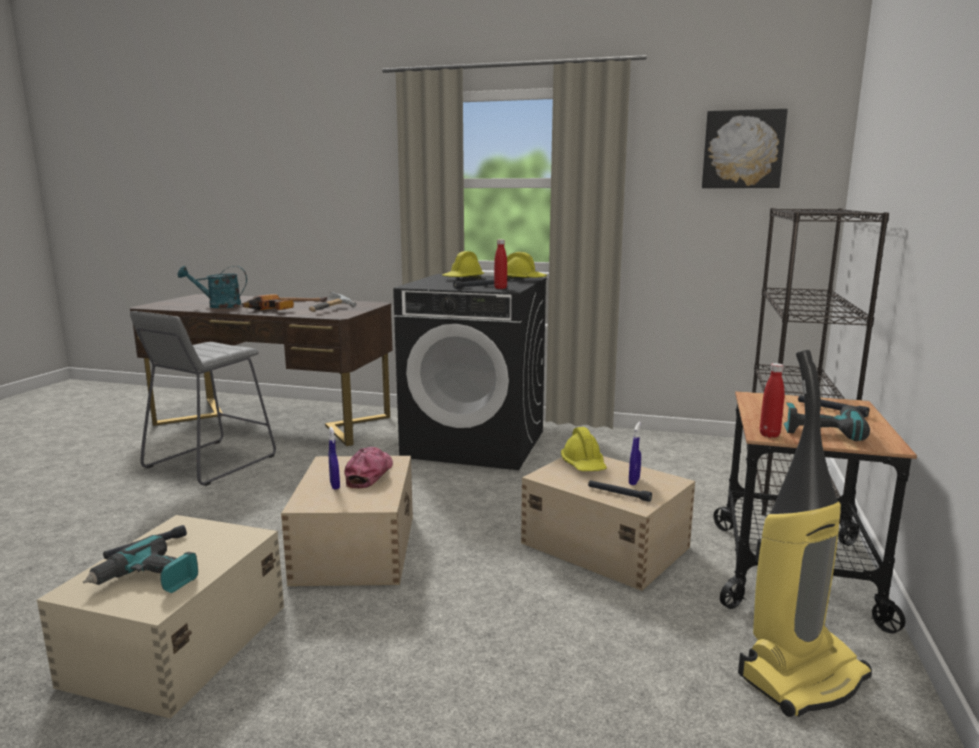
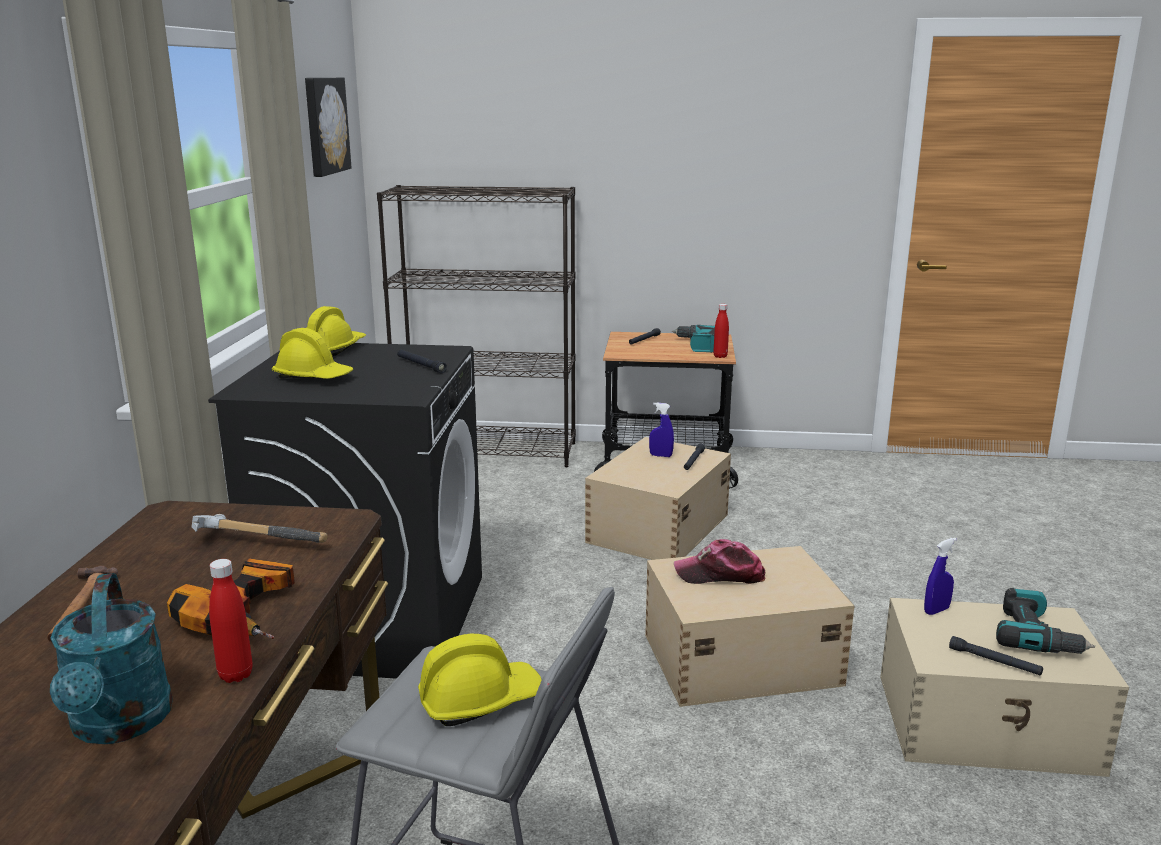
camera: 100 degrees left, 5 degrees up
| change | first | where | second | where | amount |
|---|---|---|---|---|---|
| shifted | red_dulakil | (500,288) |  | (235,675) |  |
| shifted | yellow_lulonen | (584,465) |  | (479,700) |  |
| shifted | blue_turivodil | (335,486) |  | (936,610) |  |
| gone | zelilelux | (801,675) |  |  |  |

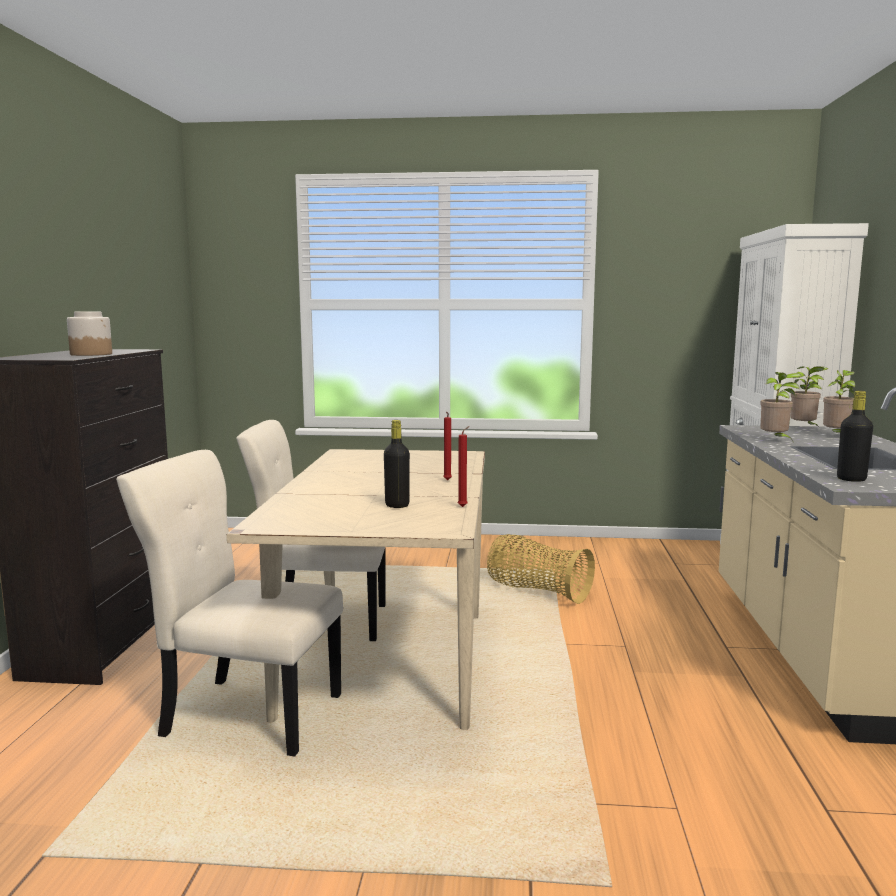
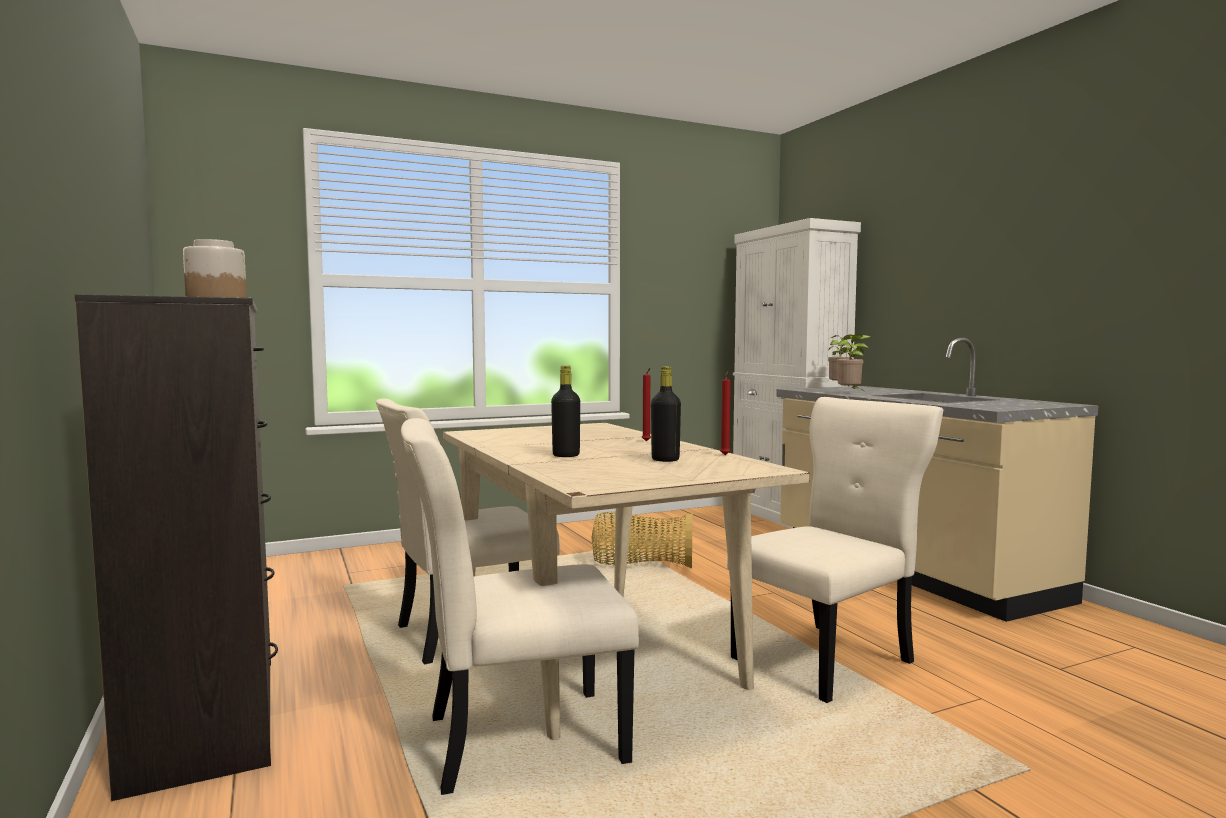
camera: 30 degrees left, 5 degrees down
| change | first | where | second | where | amount |
|---|---|---|---|---|---|
| shifted | black_dulakil | (851,479) |  | (566,455) |  |
| new |  |  | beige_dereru | (828,659) |  |
| gone | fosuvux | (836,436) |  |  |  |

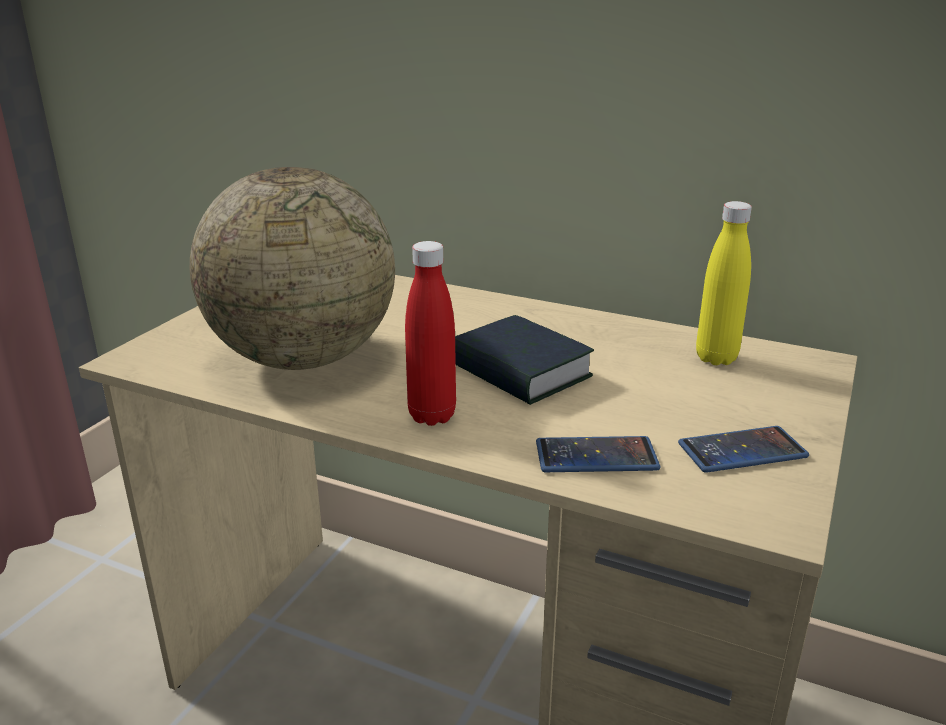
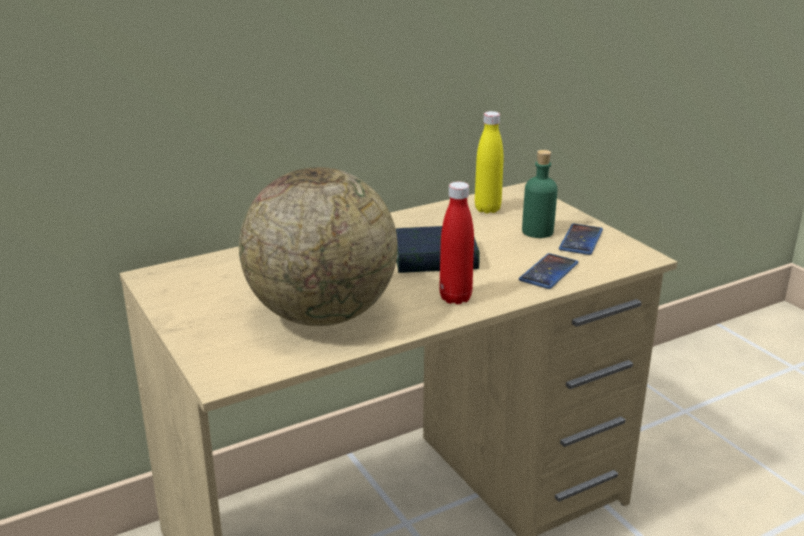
camera: 55 degrees left, 0 degrees up
| change | first | where | second | where | amount |
|---|---|---|---|---|---|
| new |  |  | green_dulakil | (537,231) |  |

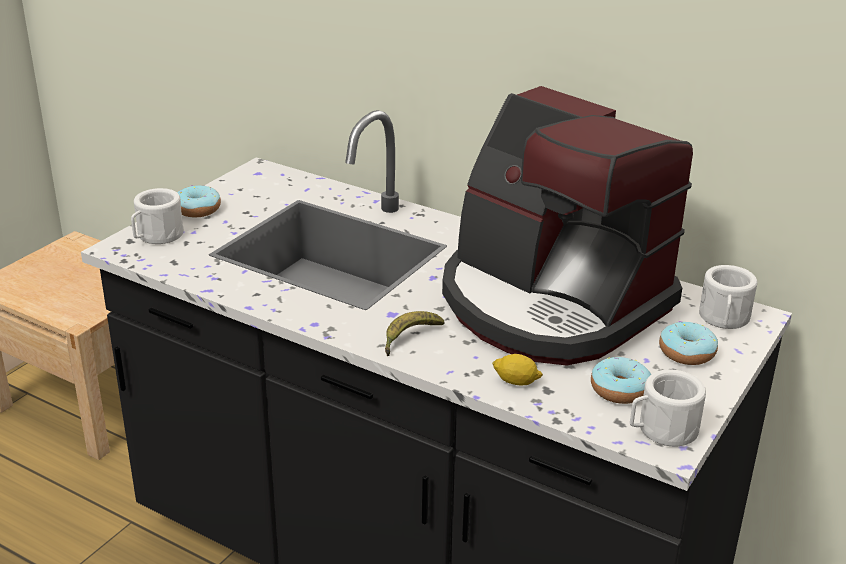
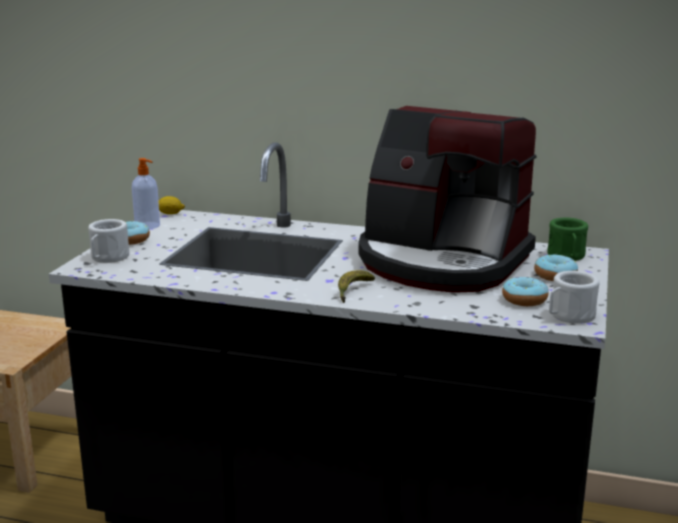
camera: 15 degrees left, 10 degrees down
| change | first | where | second | where | amount |
|---|---|---|---|---|---|
| new |  |  | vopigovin | (148,226) |  |
| shifted | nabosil | (516,382) |  | (170,213) |  |
| repainted | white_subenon | (724,319) | green_subenon | (567,256) |  |

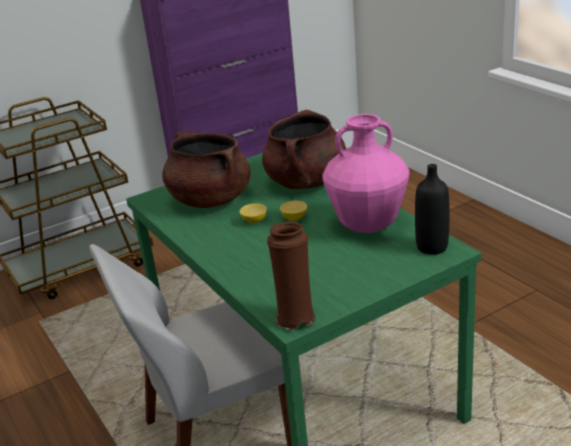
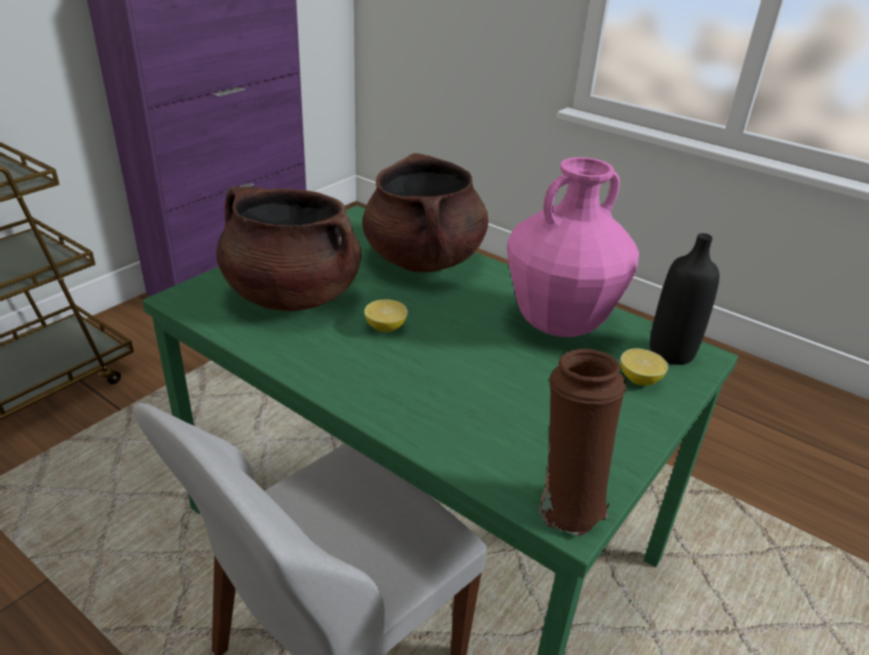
camera: 25 degrees left, 5 degrees up
| change | first | where | second | where | amount |
|---|---|---|---|---|---|
| shifted | nabosil | (294,218) |  | (639,379) |  |

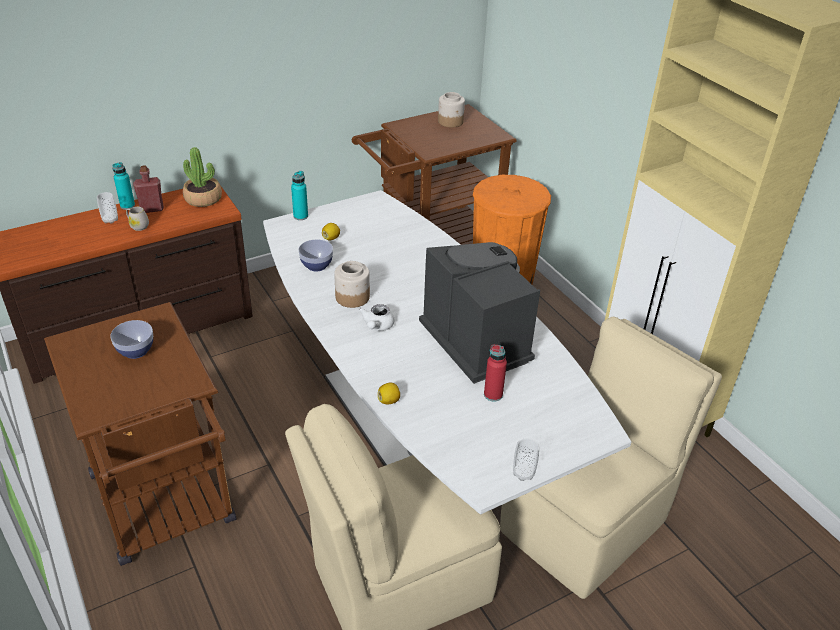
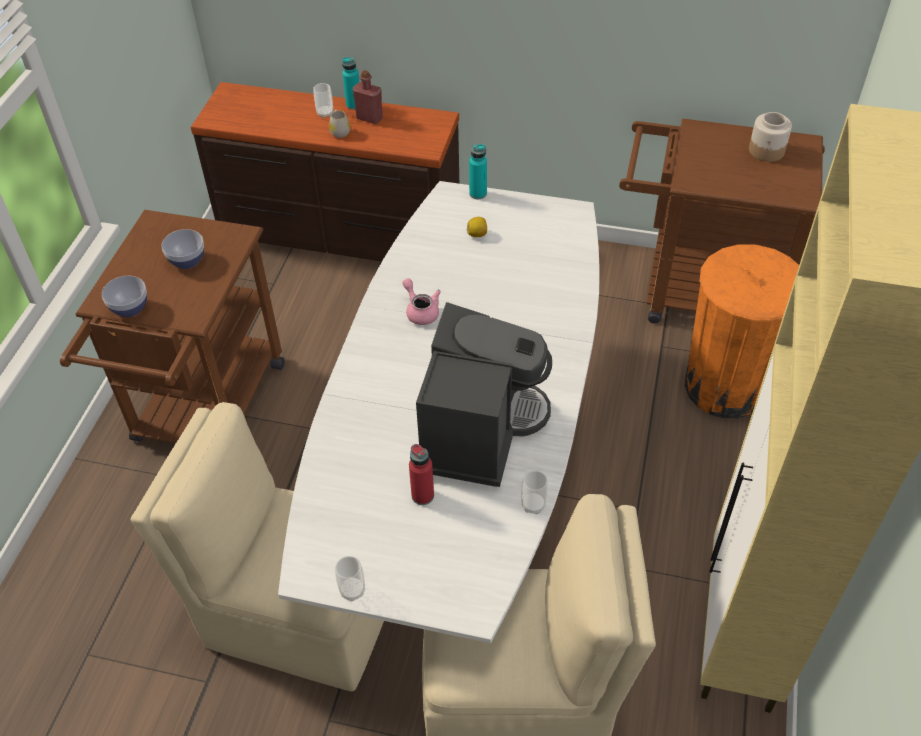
camera: 45 degrees right, 10 degrees up
| change | first | where | second | where | amount |
|---|---|---|---|---|---|
| shifted | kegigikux | (316,265) |  | (130,308) |  |
| swapped | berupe | (352,297) | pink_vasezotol | (421,311) |  |
| new |  |  | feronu | (533,505) |  |
| gone | fosuvux | (203,198) |  |  |  |
| gone | white_vasezotol | (377,326) |  |  |  |
| gone | nabosil | (389,400) |  |  |  |

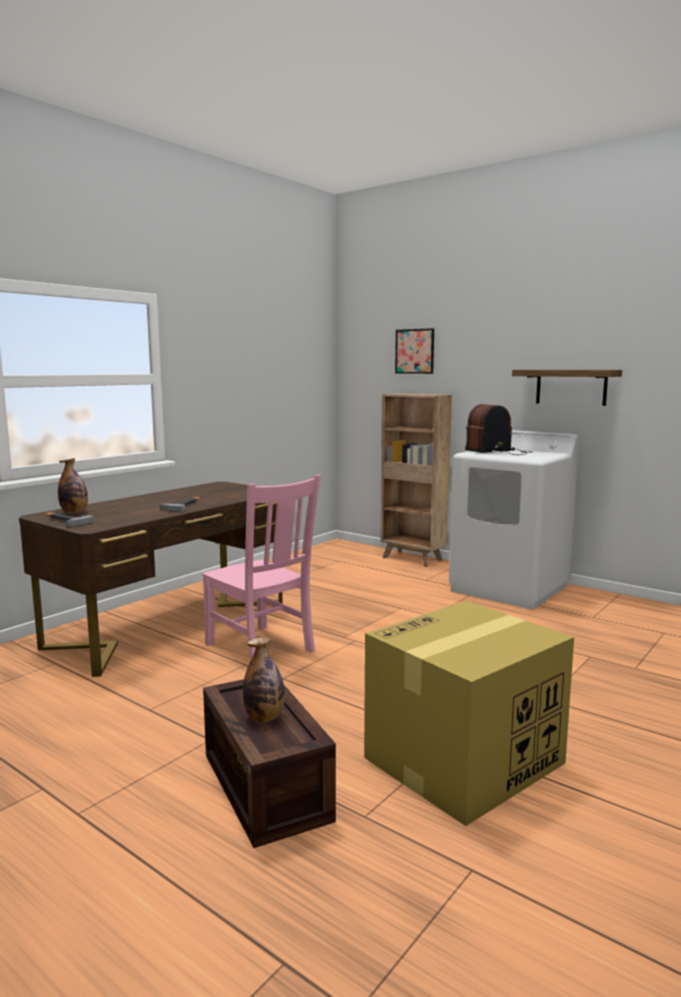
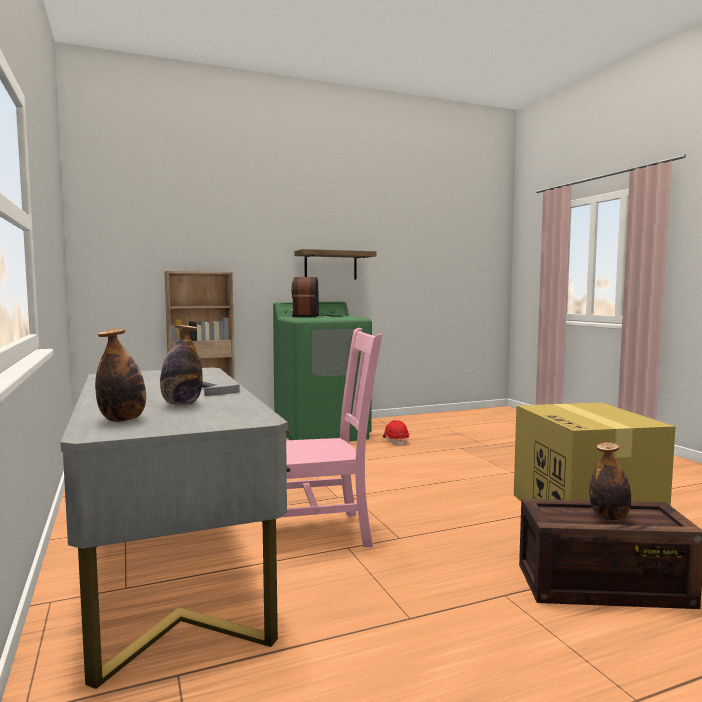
camera: 60 degrees left, 5 degrees down
| change | first | where | second | where | amount |
|---|---|---|---|---|---|
| repainted | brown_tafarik | (171,624) | grey_tafarik | (171,565) |  |
| new |  |  | dulakil | (181,404) |  |
| repainted | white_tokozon | (510,588) | green_tokozon | (322,433) |  |
| new |  |  | red_lulonen | (395,441) |  |
| gone | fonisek | (64,521) |  |  |  |
| gone | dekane | (414,351) |  |  |  |

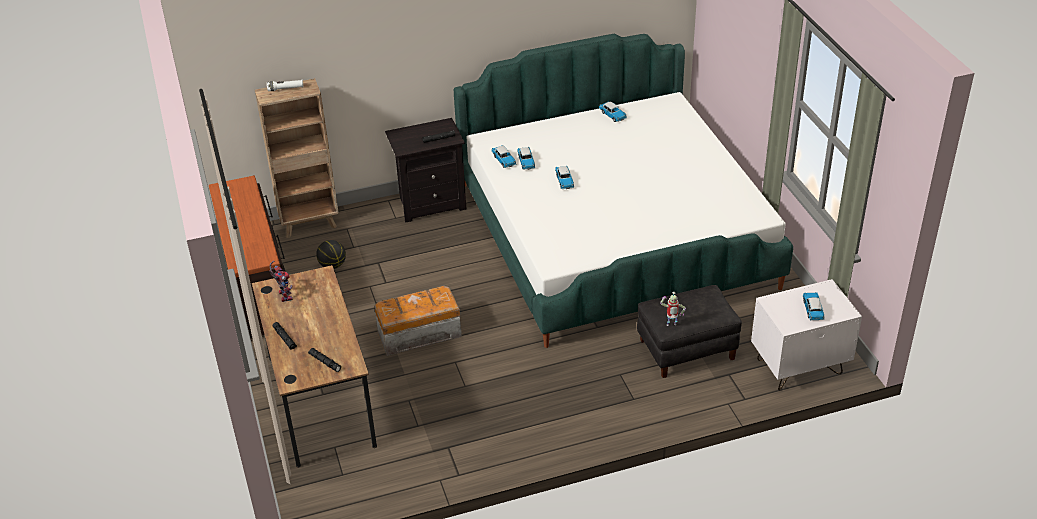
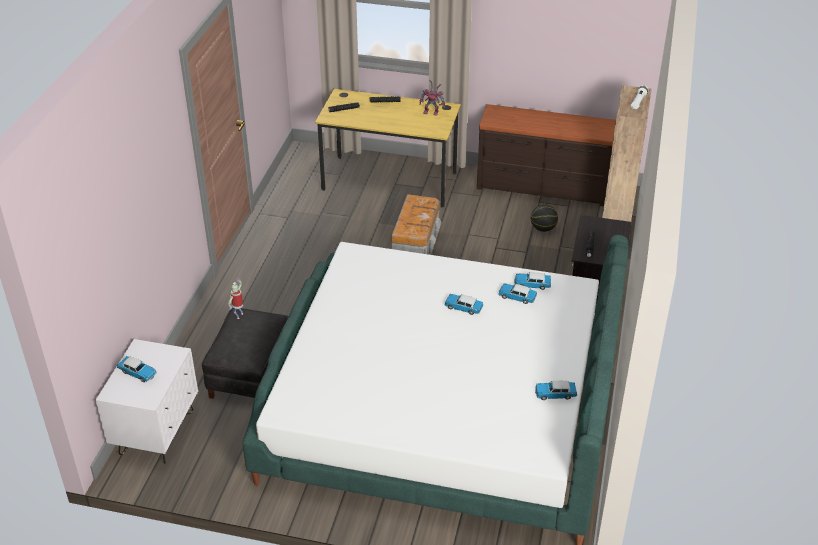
camera: 120 degrees right, 0 degrees up
| change | first | where | second | where | amount |
|---|---|---|---|---|---|
| repainted | brown_tafarik | (321,401) | yellow_tafarik | (389,181) |  |

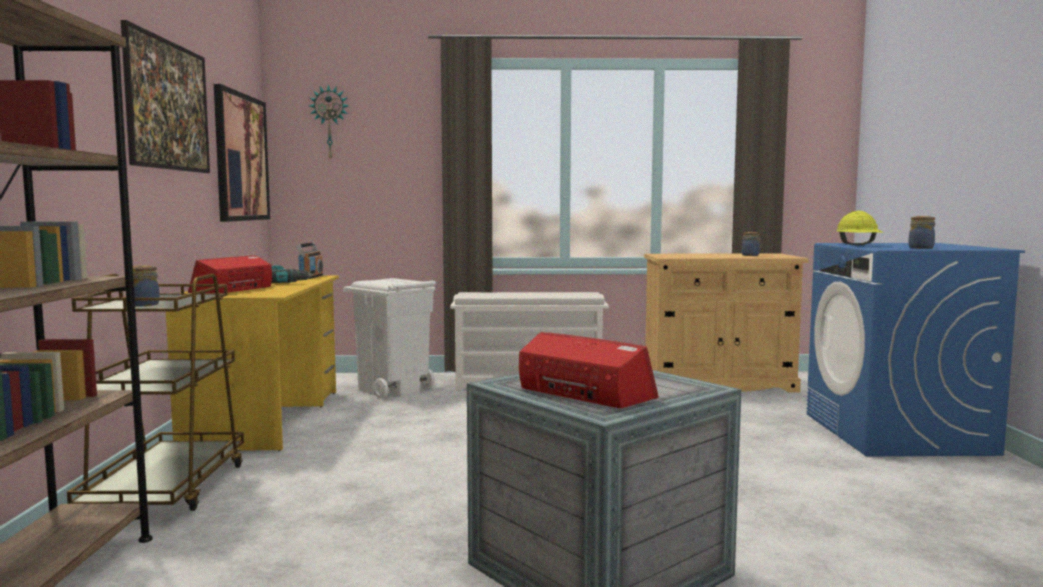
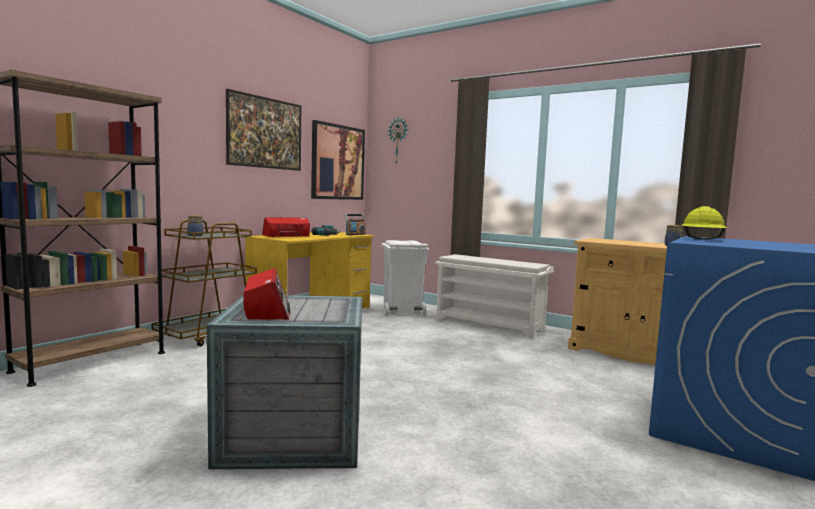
camera: 35 degrees right, 0 degrees up
| change | first | where | second | where | amount |
|---|---|---|---|---|---|
| gone | berupe | (920,248) |  |  |  |

